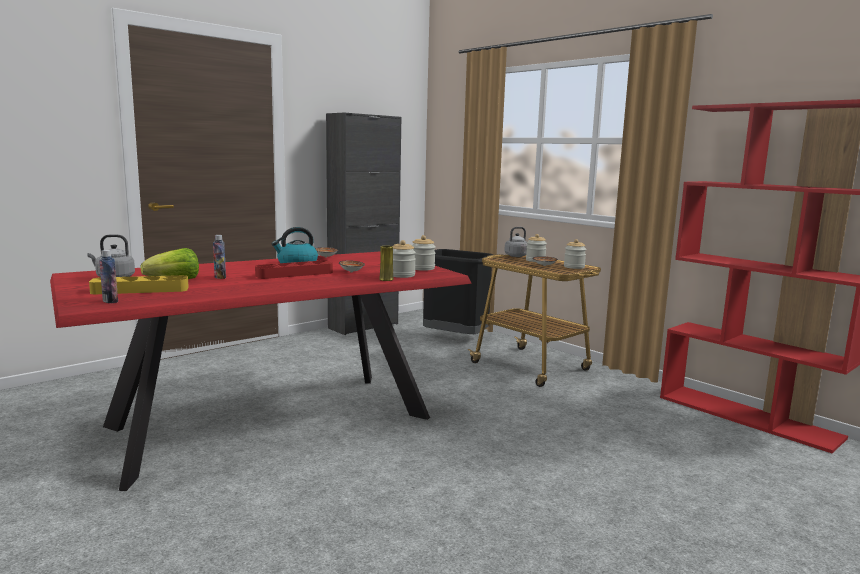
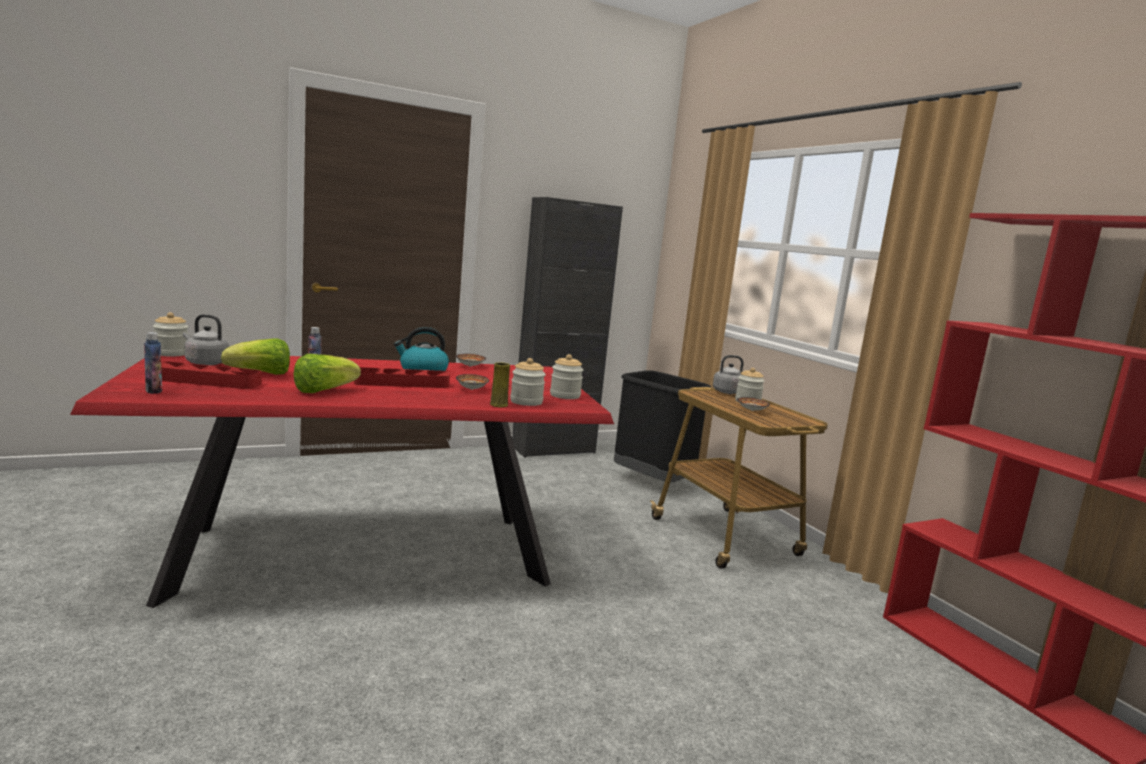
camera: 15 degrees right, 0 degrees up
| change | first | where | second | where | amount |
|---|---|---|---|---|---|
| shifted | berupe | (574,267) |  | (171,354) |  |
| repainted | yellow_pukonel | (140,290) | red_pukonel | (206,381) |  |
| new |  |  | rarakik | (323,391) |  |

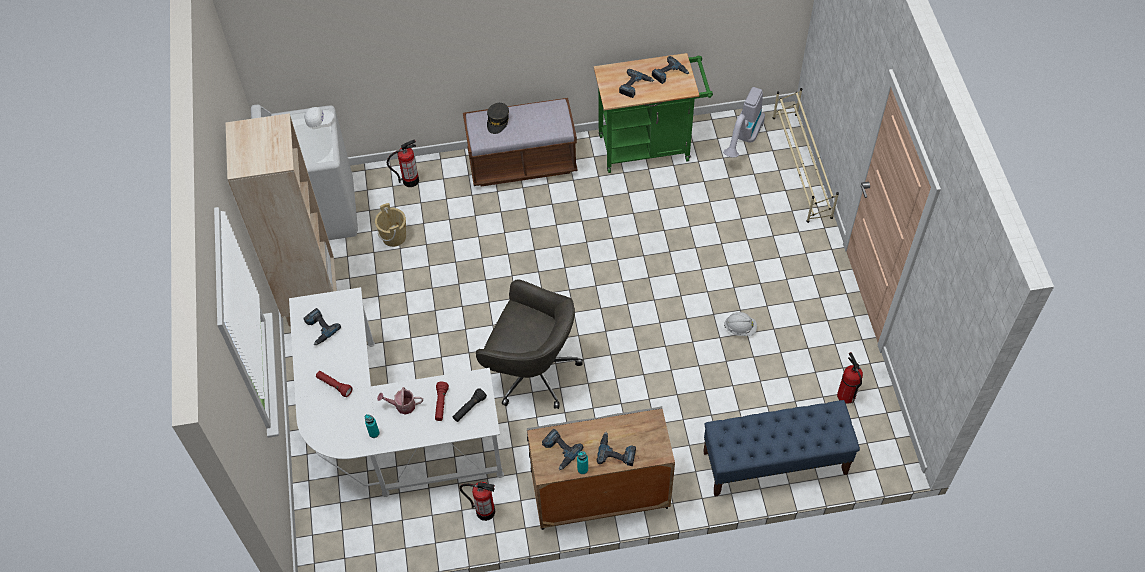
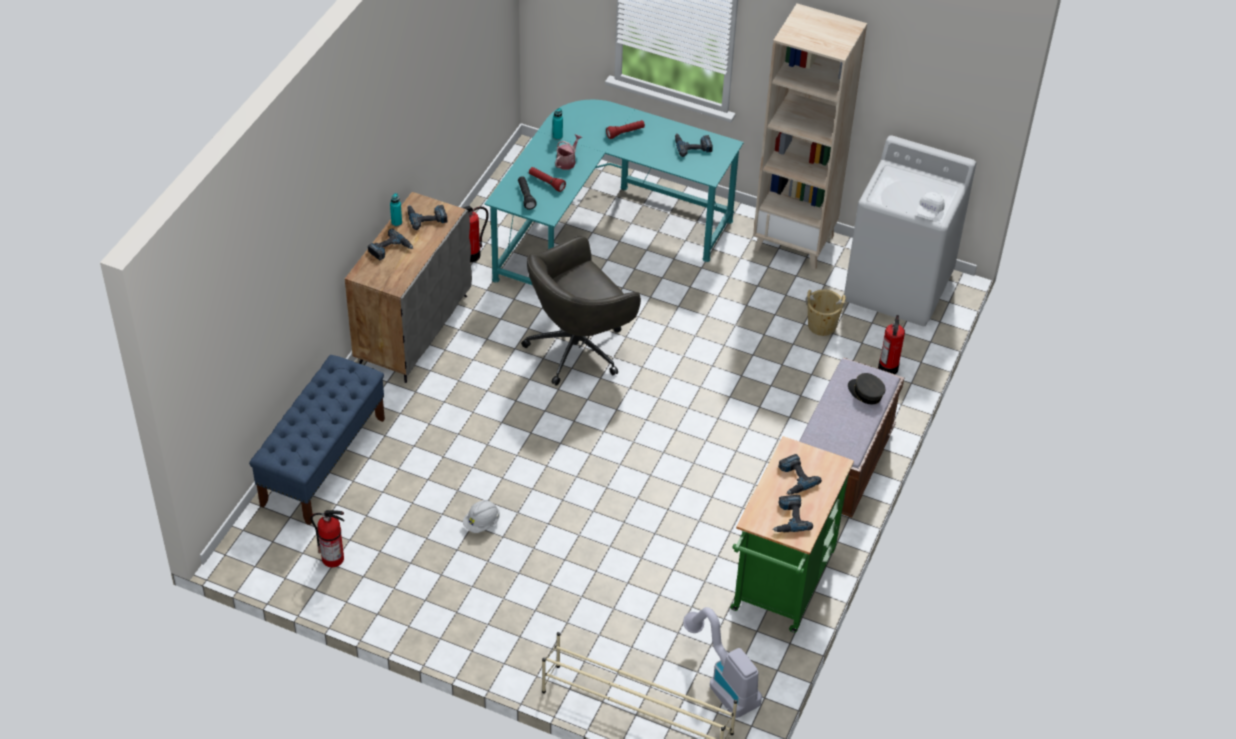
camera: 120 degrees right, 10 degrees down
| change | first | where | second | where | amount |
|---|---|---|---|---|---|
| repainted | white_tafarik | (386,432) | turquoise_tafarik | (603,231) |  |

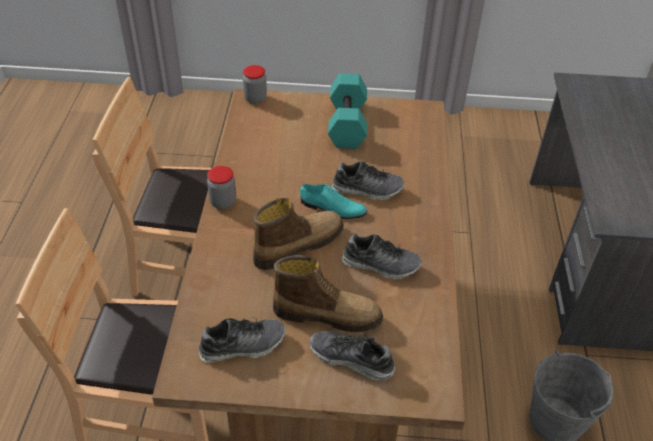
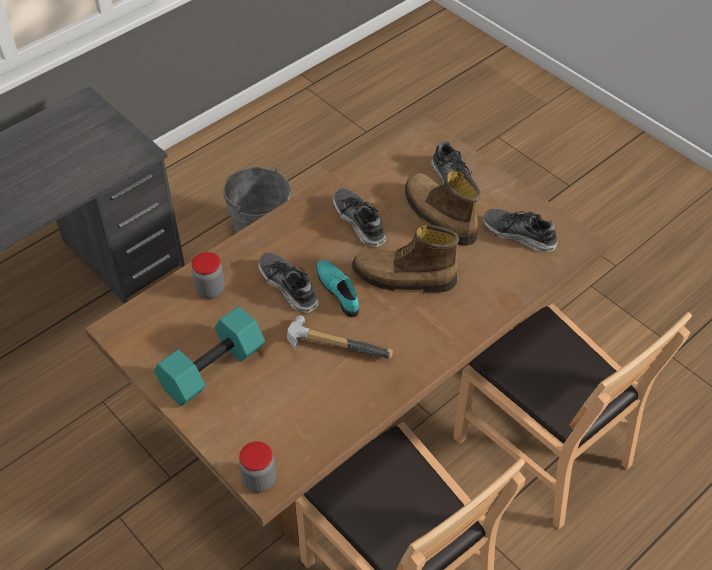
camera: 135 degrees left, 5 degrees up
| change | first | where | second | where | amount |
|---|---|---|---|---|---|
| shifted | berupe | (223,202) |  | (210,290) |  |
| new |  |  | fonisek | (336,344) |  |

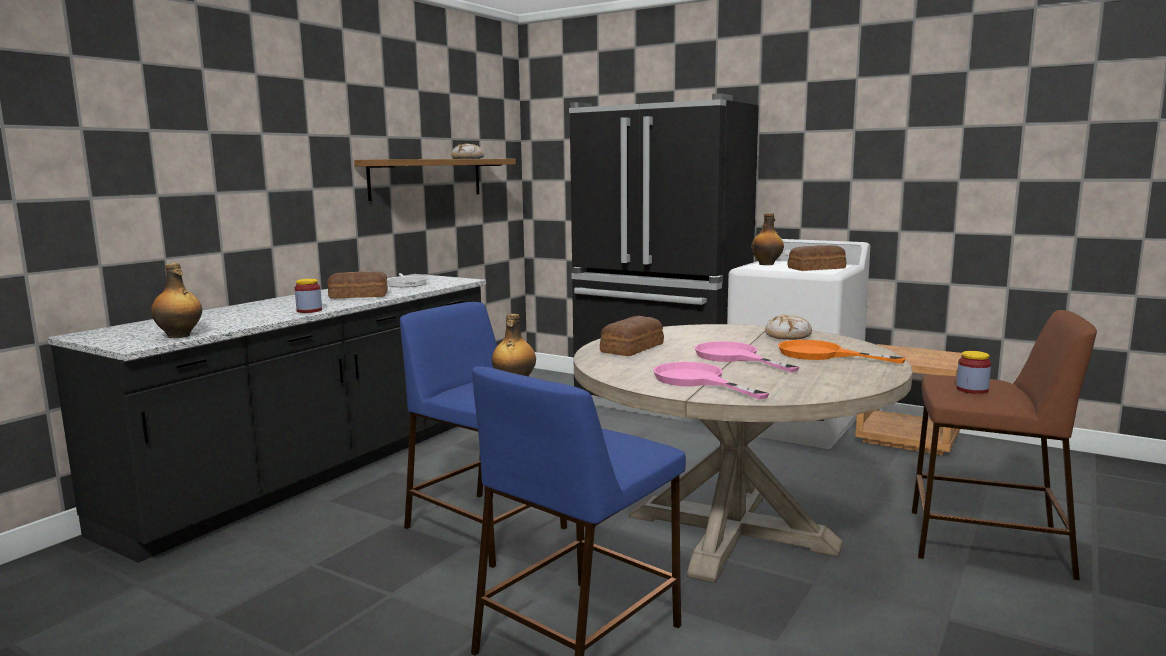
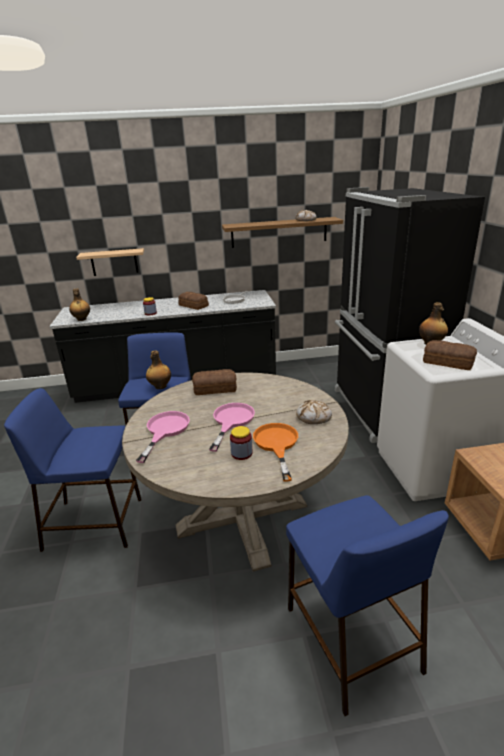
camera: 50 degrees right, 15 degrees up
| change | first | where | second | where | amount |
|---|---|---|---|---|---|
| new |  |  | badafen | (114,262) |  |
| shifted | berupe | (972,389) |  | (241,453) |  |
| repainted | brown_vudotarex | (985,542) | blue_vudotarex | (350,637) |  |

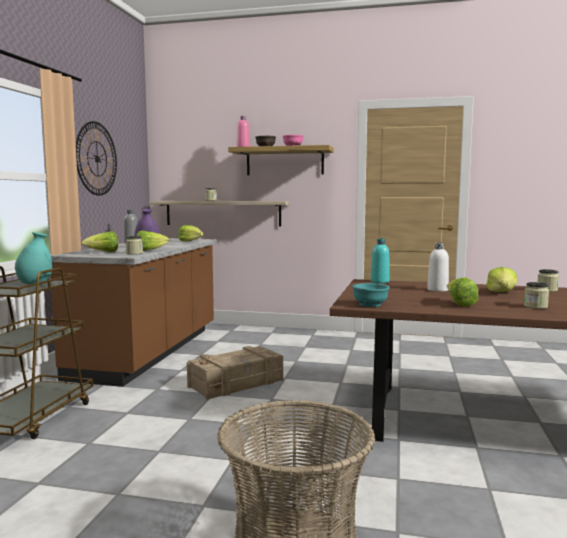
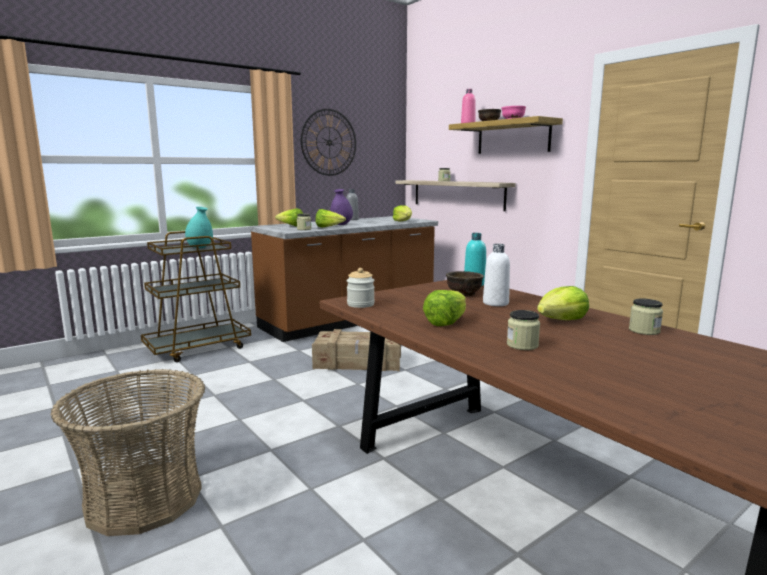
camera: 40 degrees right, 5 degrees up
| change | first | where | second | where | amount |
|---|---|---|---|---|---|
| swapped | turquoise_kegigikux | (370,304) | berupe | (360,304) |  |
| new |  |  | brown_kegigikux | (463,293) |  |

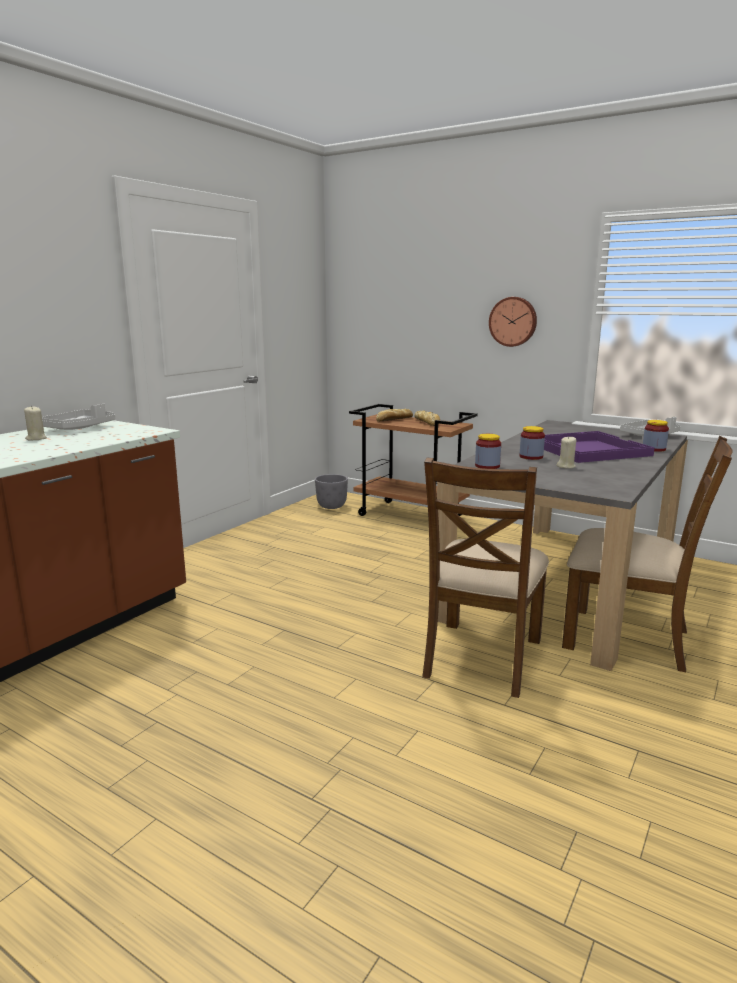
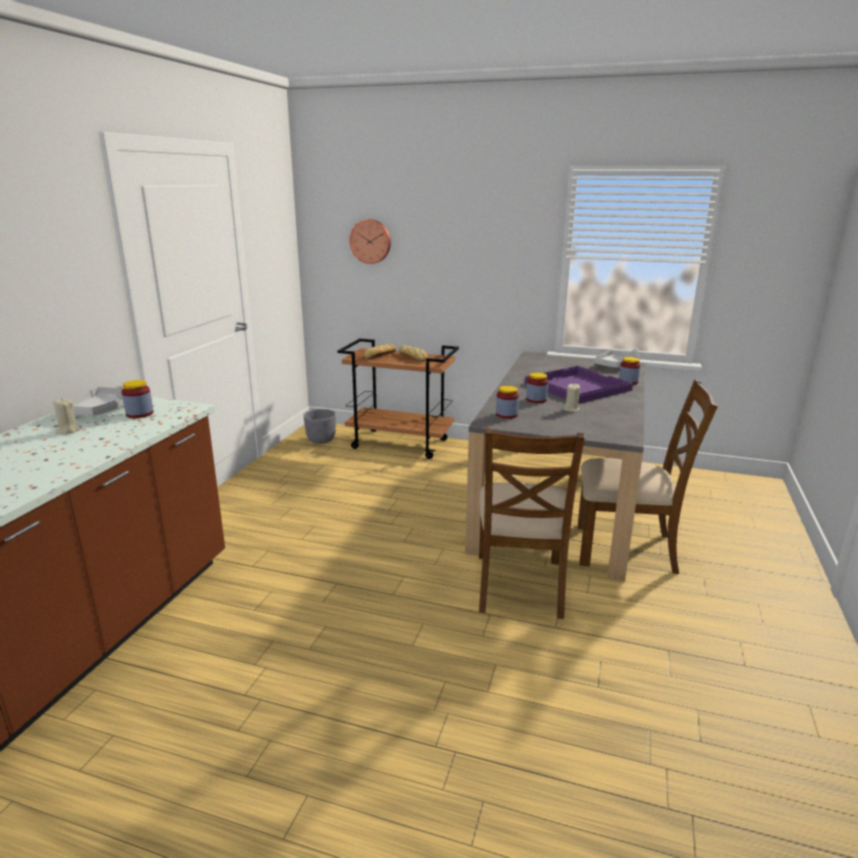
camera: 15 degrees left, 5 degrees up
| change | first | where | second | where | amount |
|---|---|---|---|---|---|
| new |  |  | berupe | (139,414) |  |
| shifted | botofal | (513,321) |  | (371,241) |  |

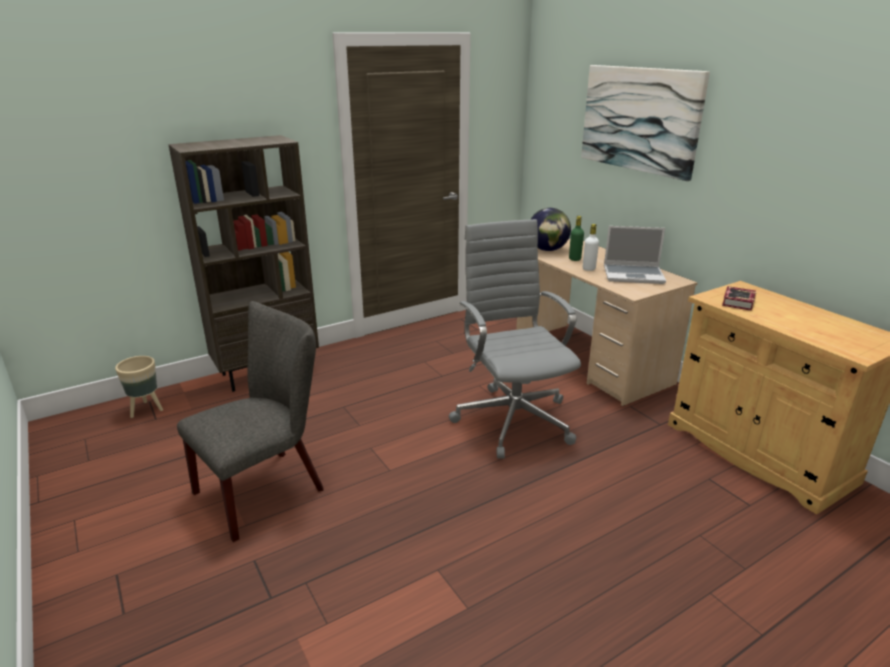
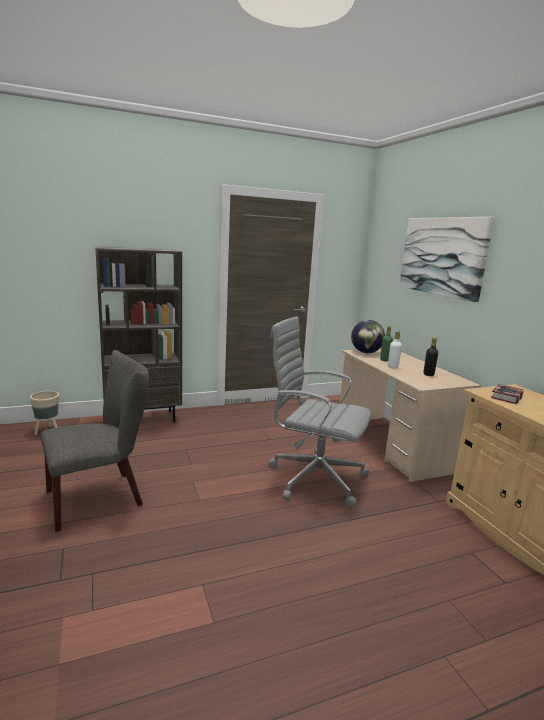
camera: 10 degrees right, 10 degrees down
| change | first | where | second | where | amount |
|---|---|---|---|---|---|
| rotated | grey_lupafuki | (513,418) |  | (314,477) | 60 degrees counterclockwise |
| swapped | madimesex | (634,275) | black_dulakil | (428,374) |  |

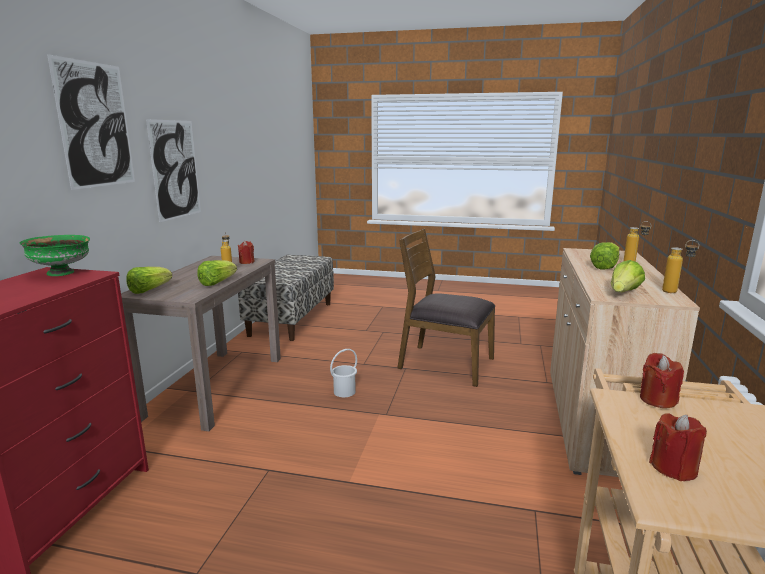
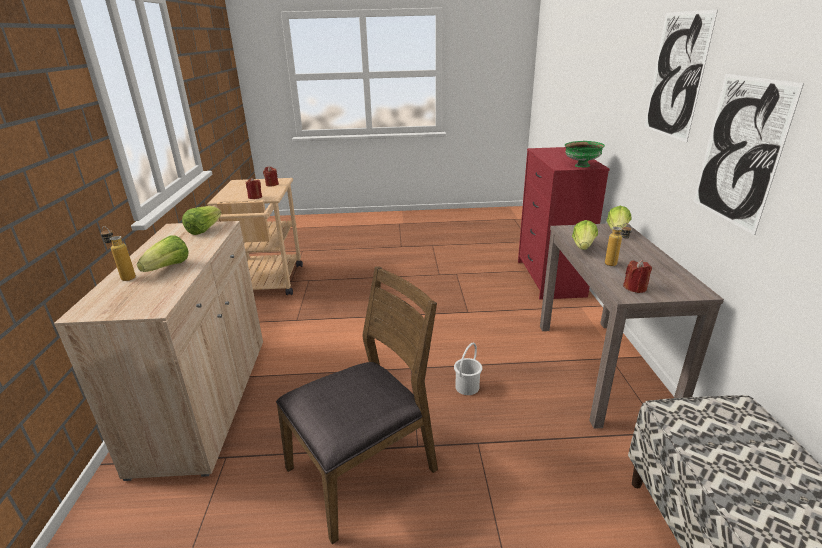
camera: 165 degrees right, 10 degrees up
| change | first | where | second | where | amount |
|---|---|---|---|---|---|
| rotated | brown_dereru | (445,364) |  | (363,470) | 45 degrees counterclockwise |
| gone | dulakil | (675,292) |  |  |  |

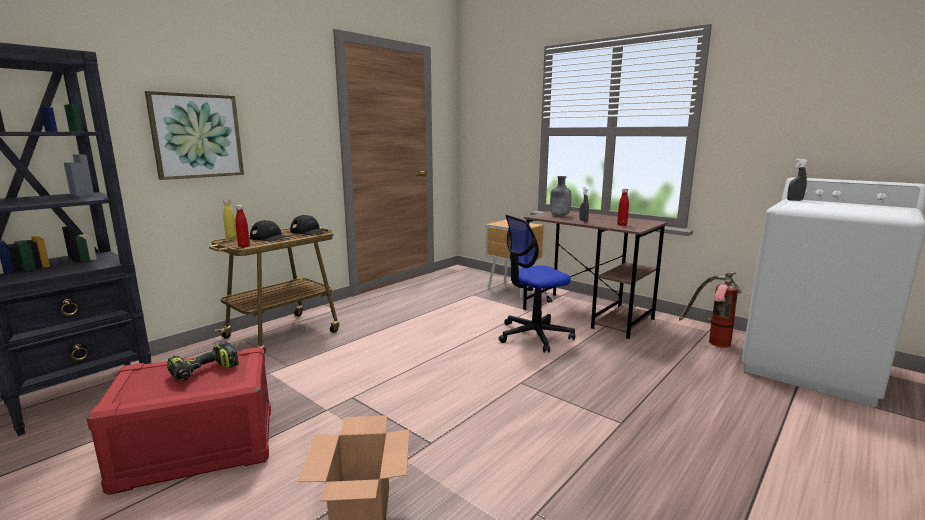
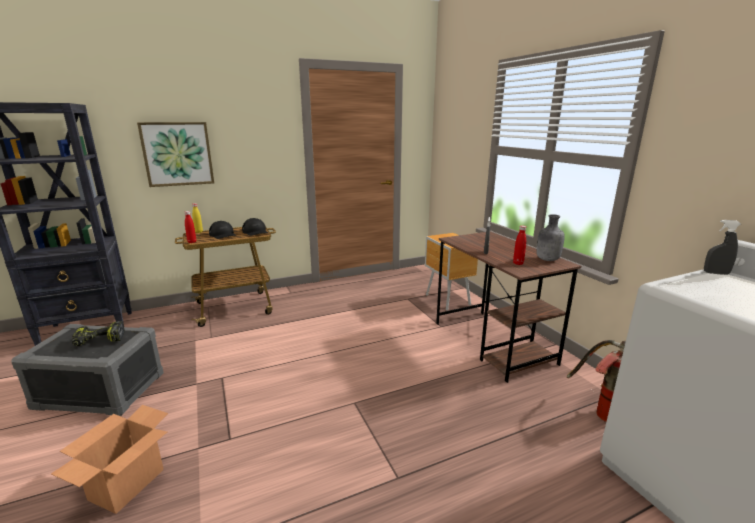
camera: 25 degrees right, 5 degrees up
| change | first | where | second | where | amount |
|---|---|---|---|---|---|
| repainted | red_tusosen | (197,449) | grey_tusosen | (100,391) |  |
| shifted | grey_dulakil | (559,215) |  | (547,259) |  |
| gone | lupafuki | (534,335) |  |  |  |

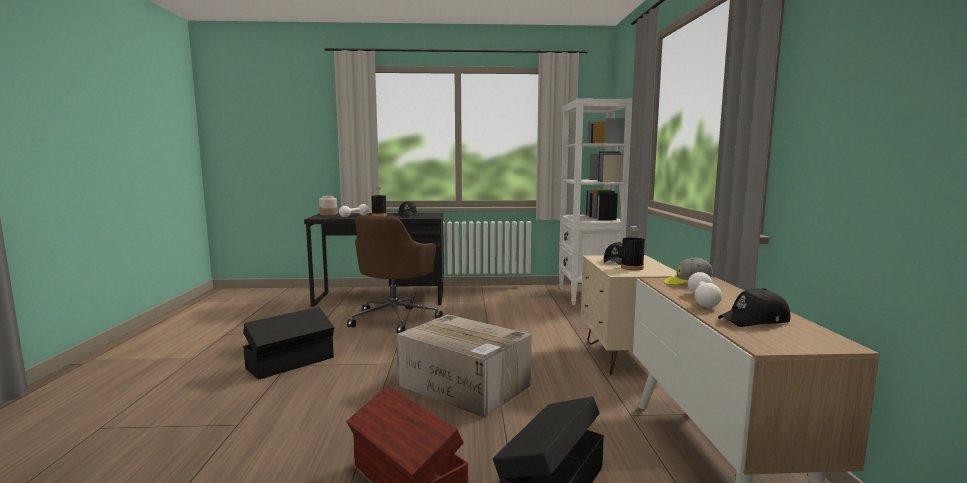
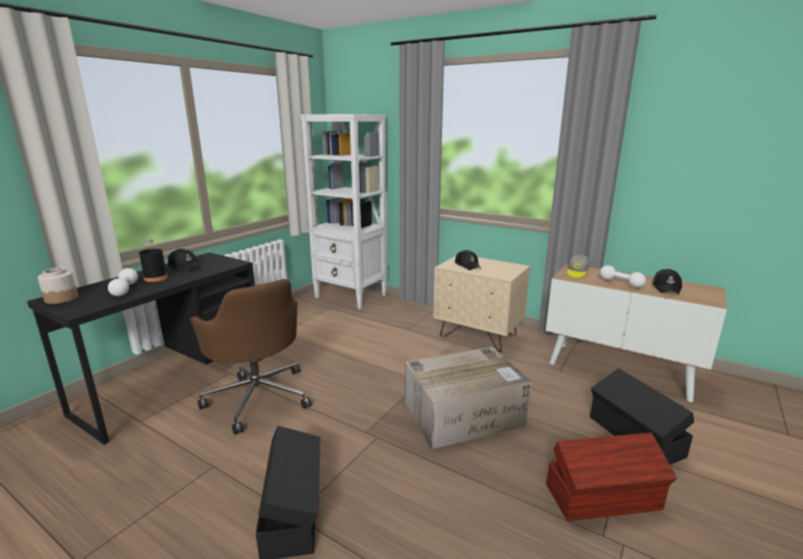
camera: 55 degrees left, 10 degrees up
| change | first | where | second | where | amount |
|---|---|---|---|---|---|
| gone | black_dulakil | (632,268) |  |  |  |

